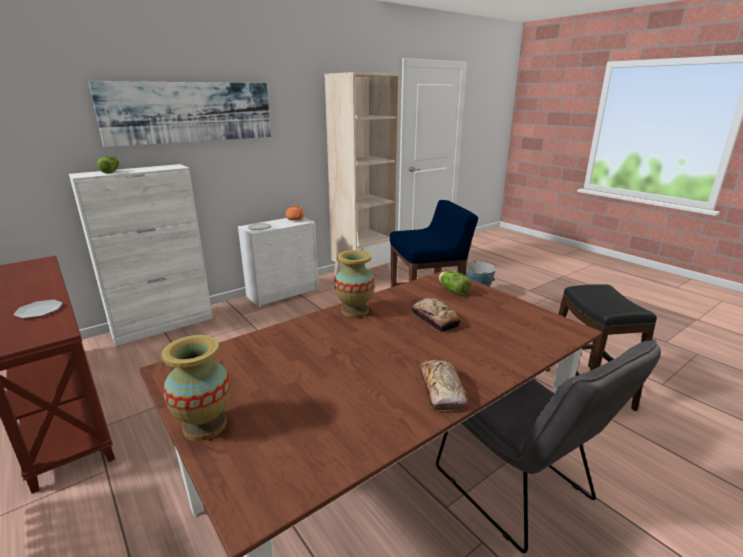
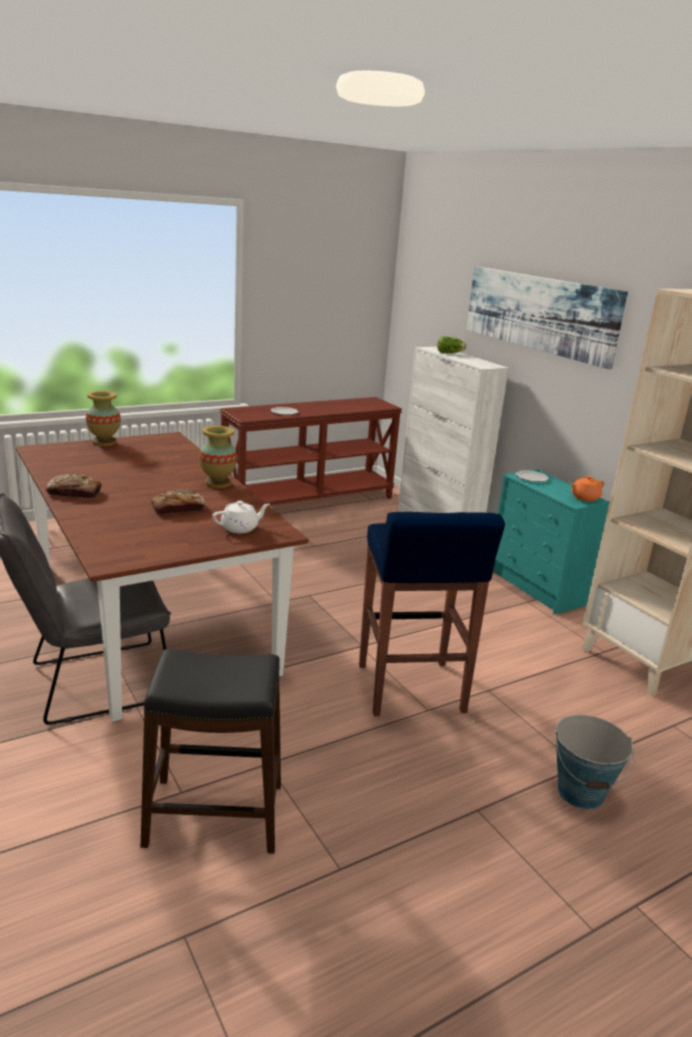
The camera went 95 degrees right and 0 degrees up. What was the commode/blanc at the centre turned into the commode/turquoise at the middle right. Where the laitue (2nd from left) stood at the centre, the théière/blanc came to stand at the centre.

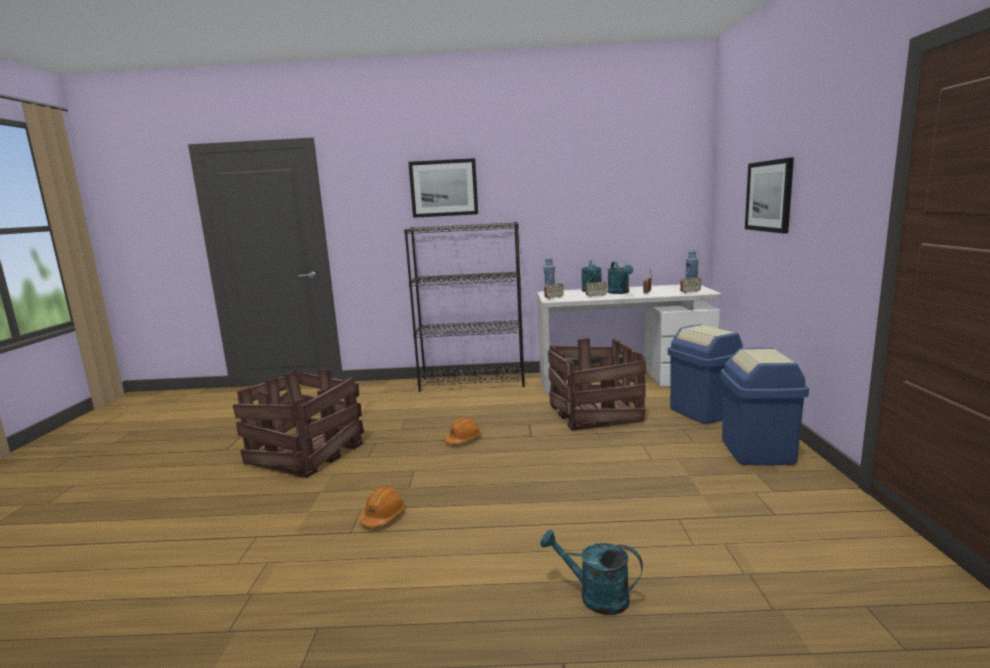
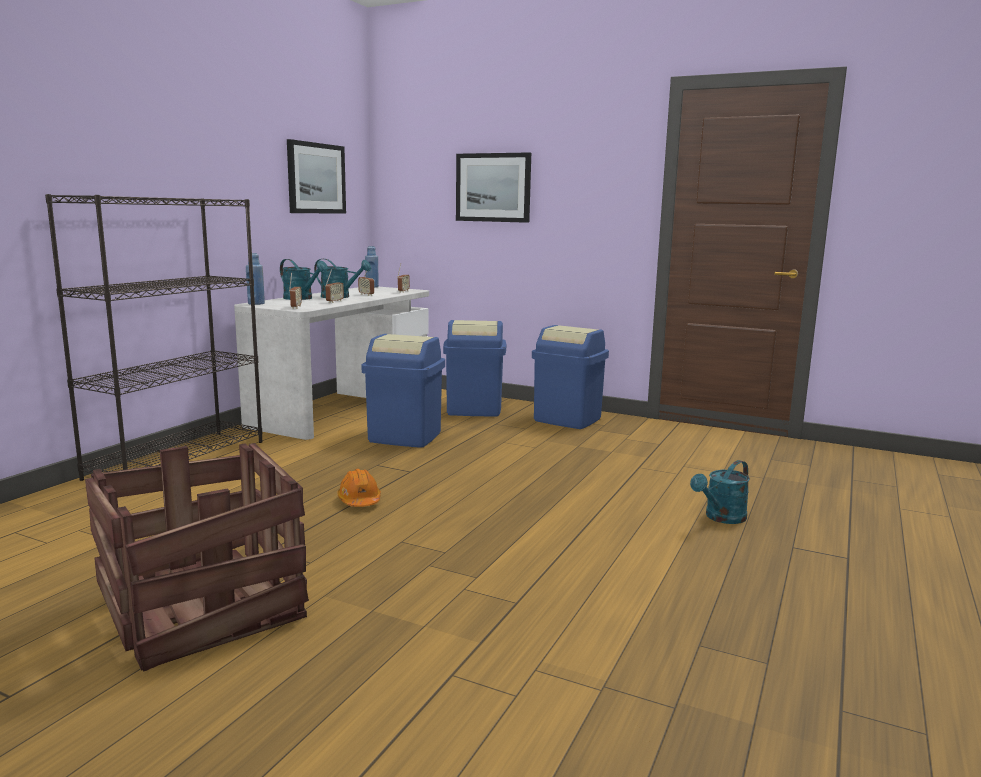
The camera went 65 degrees left and 0 degrees up. The tableau (1st from left) ended up elsewhere, having gone from the top centre to the top left. Where the caisse (2nd from left) stood at the centre, the poubelle/bleu (1st from left) came to stand at the centre. The second view lost the casque de chantier/orange (1st from left) at the bottom centre.

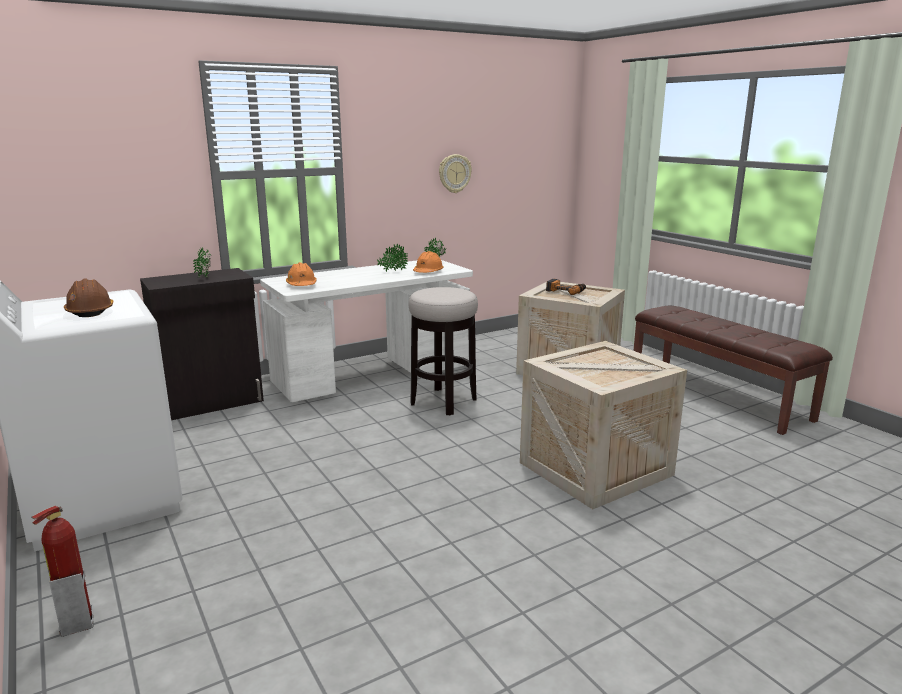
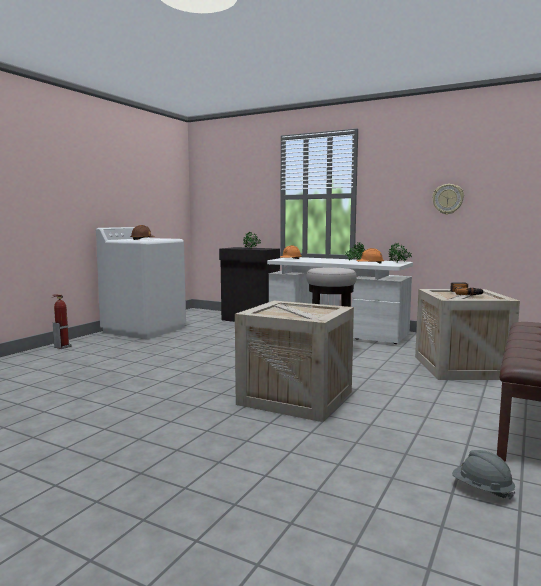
The camera went 60 degrees right and 10 degrees down. The second view gained the casque de chantier/gris at the bottom right.

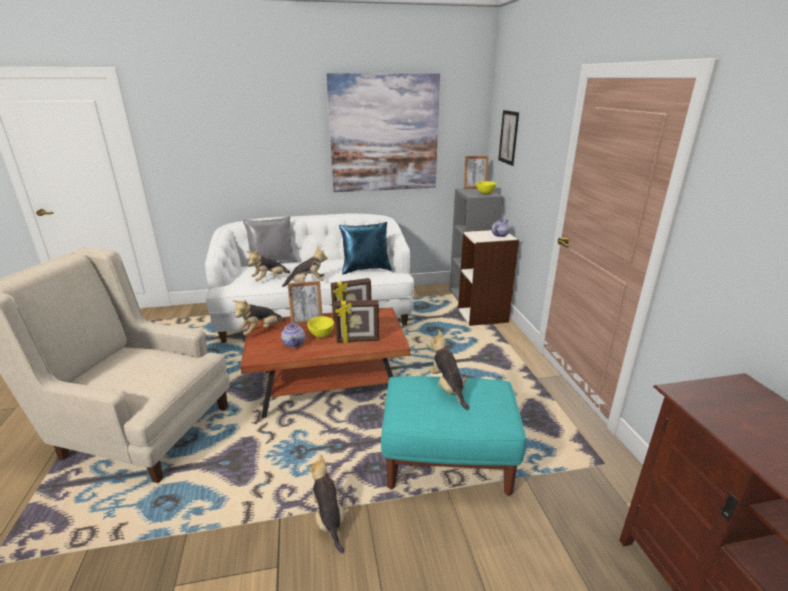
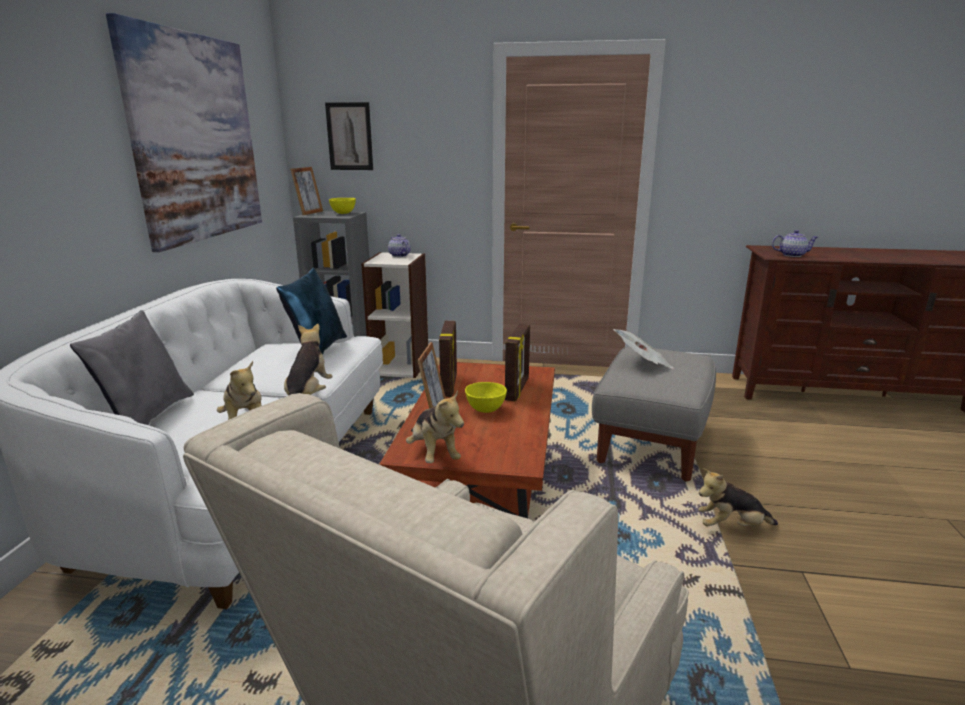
The camera went 70 degrees left and 5 degrees down. The théière (1st from left in the first image) ended up elsewhere, having gone from the centre to the middle right. Where the peluche (5th from left) stood at the centre, the journal came to stand at the middle right. What was the pouf/turquoise at the bottom centre turned into the pouf/gris at the middle right.

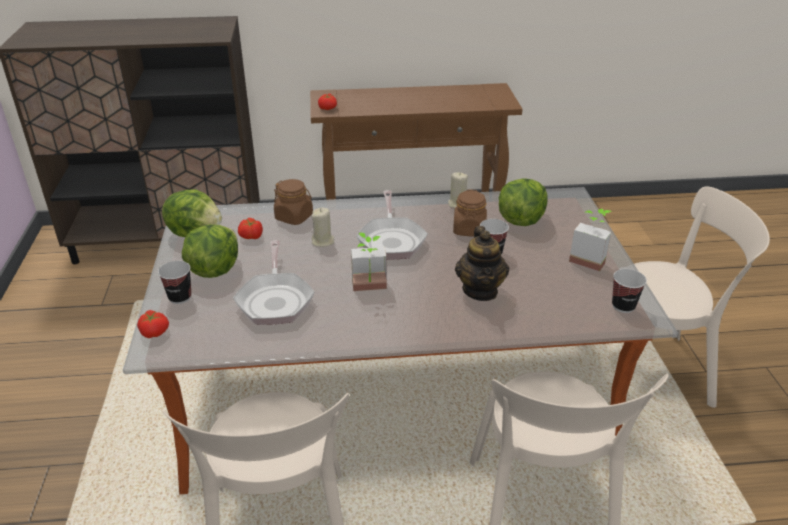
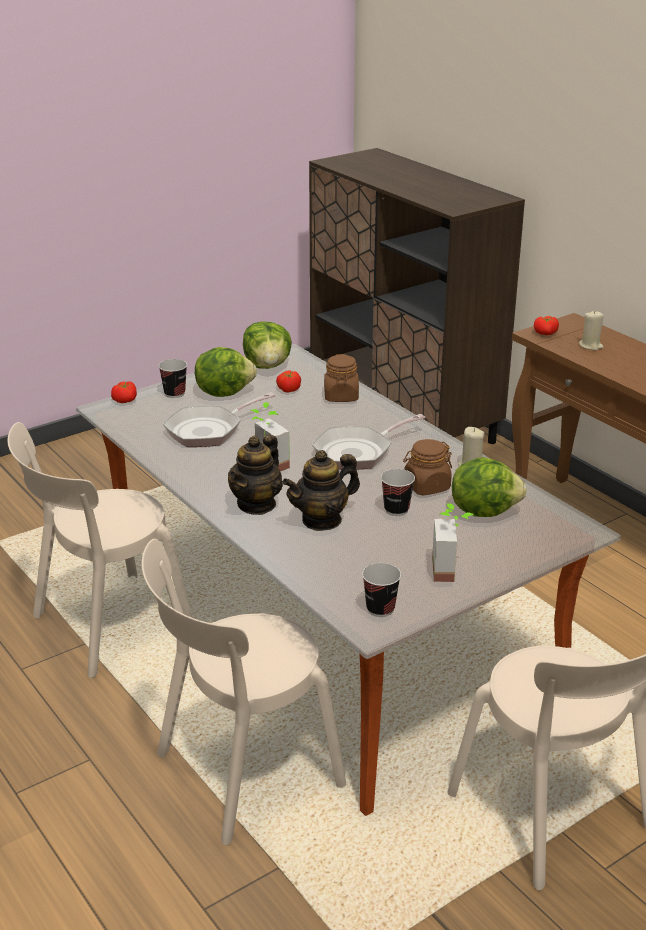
The camera went 60 degrees right and 5 degrees down. The bougie/beige (1st from left in the first image) ended up elsewhere, having gone from the centre to the middle right. The second view gained the théière (1st from left) at the centre.

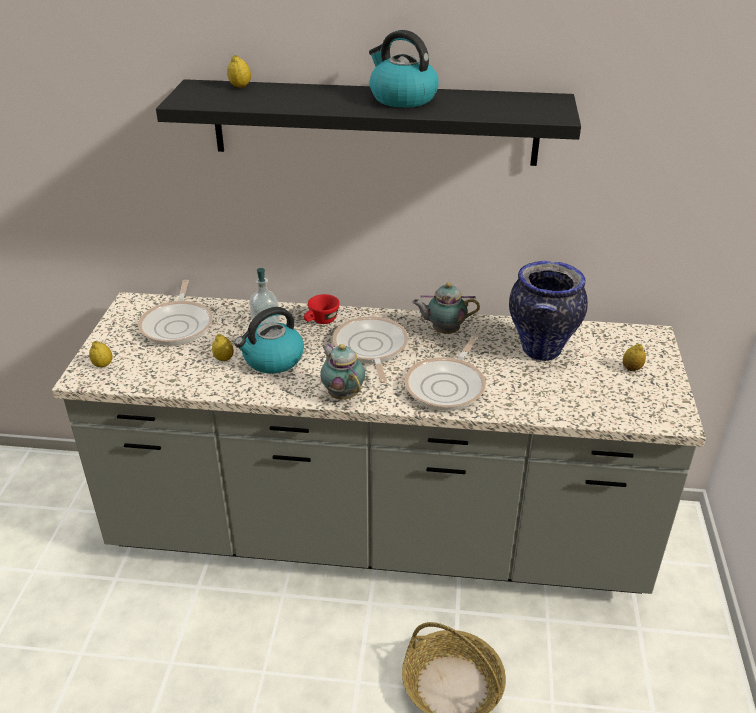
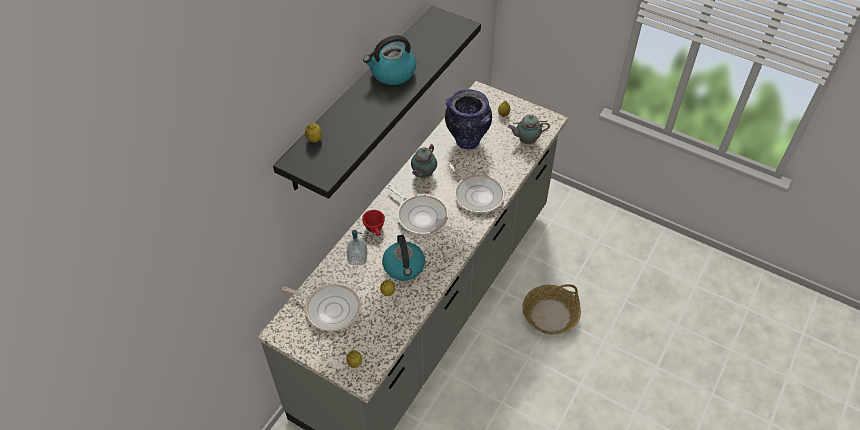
The camera went 65 degrees left and 15 degrees up. The poêle (2nd from left) at the centre ended up facing another way, 150 degrees counterclockwise from before. The théière (1st from left in the first image) ended up elsewhere, having gone from the centre to the top centre.

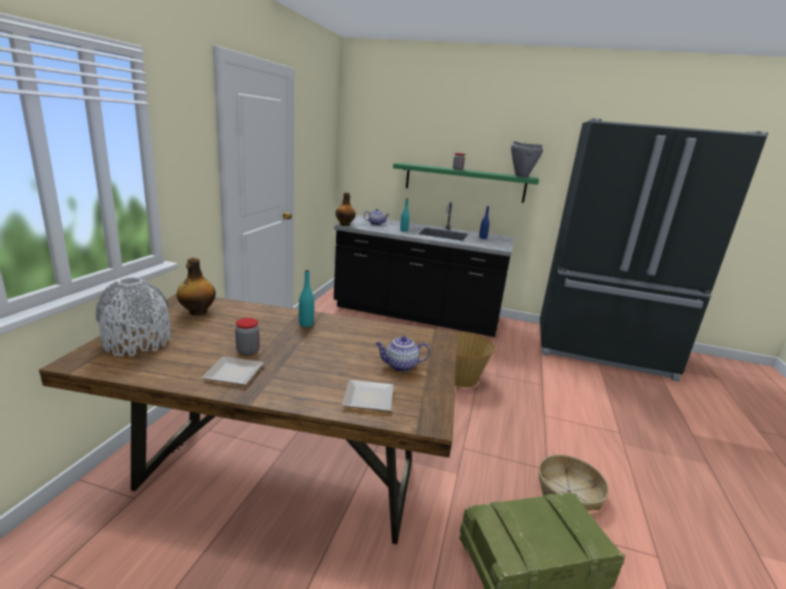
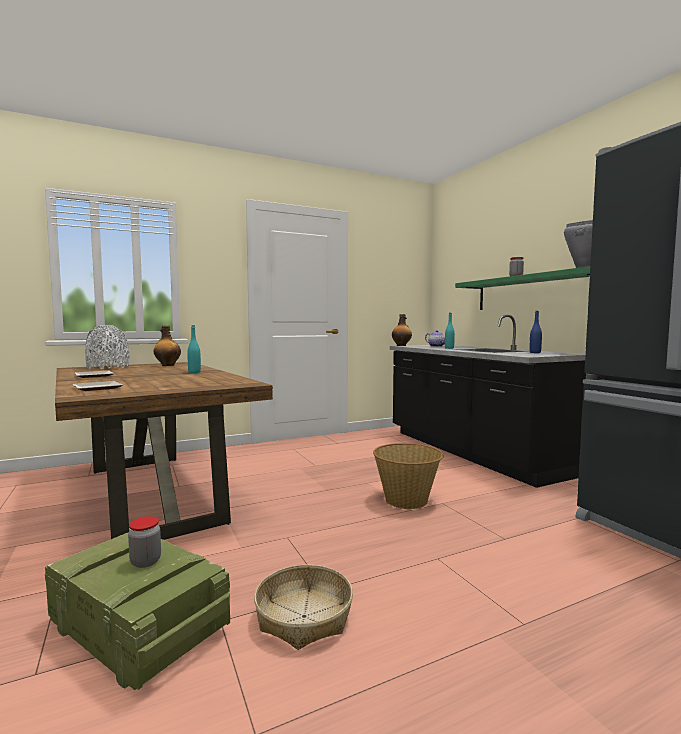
The camera went 50 degrees right and 15 degrees down. The bocal (1st from left) ended up elsewhere, having gone from the middle left to the bottom left. The second view lost the théière (2nd from left) at the centre.

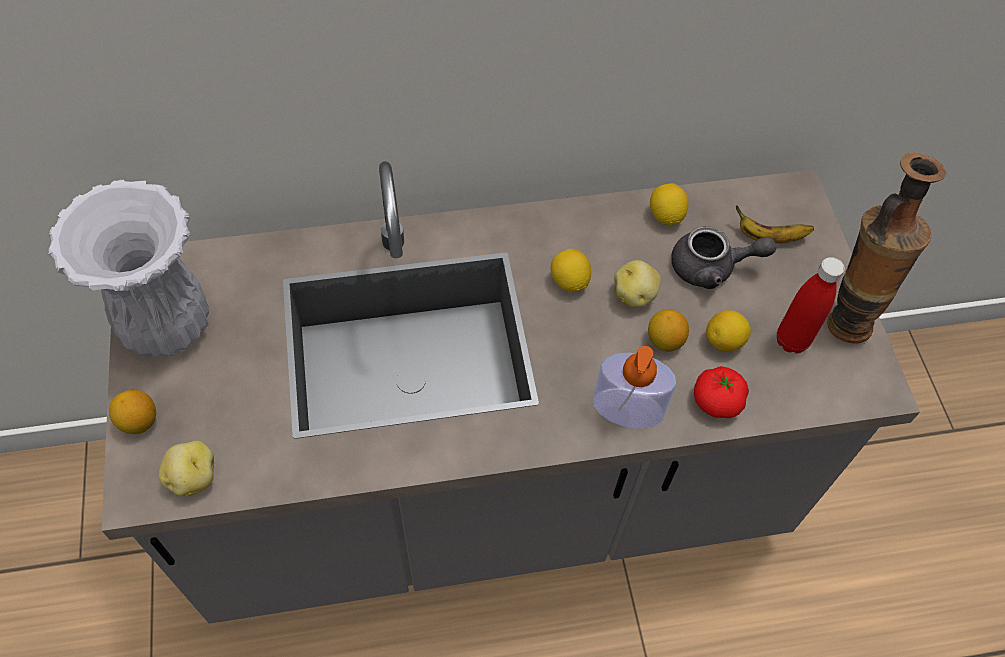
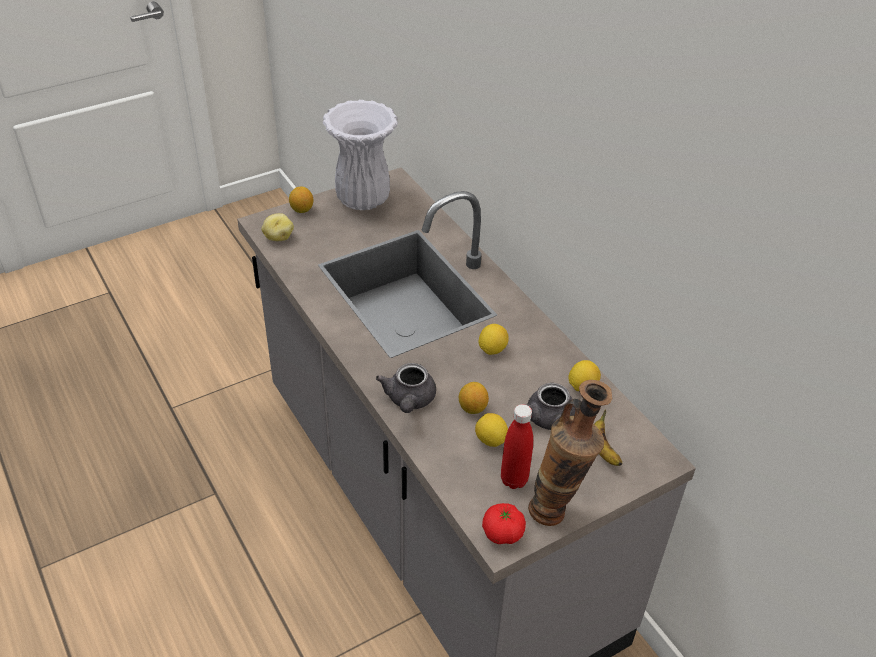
The camera went 70 degrees right and 15 degrees down. The second view lost the pomme de terre (2nd from left) at the centre. Where the distributeur de savon stood at the centre, the théière/gris (1st from left) came to stand at the centre. The tomate ended up elsewhere, having gone from the middle right to the bottom centre.

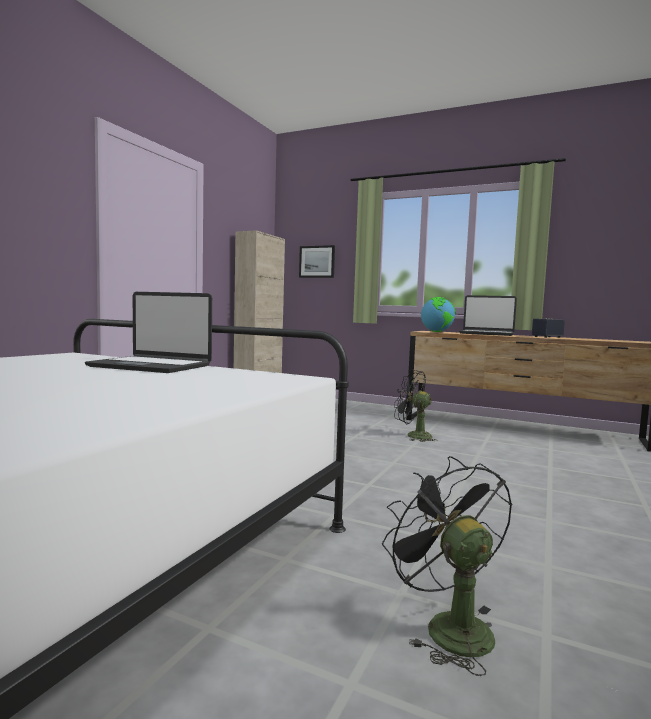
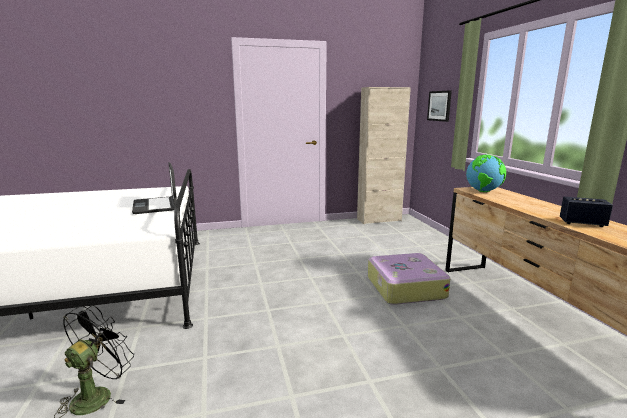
The camera went 50 degrees right and 10 degrees up. The second view lost the ordinateur portable (2nd from left) at the middle right. Where the ventilateur/noir (1st from left) stood at the centre, the valise came to stand at the bottom centre.

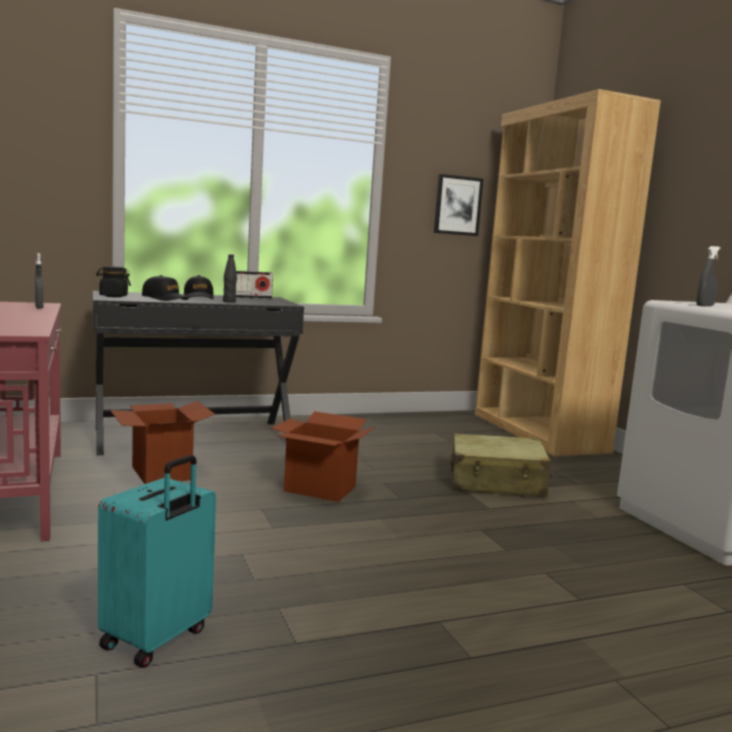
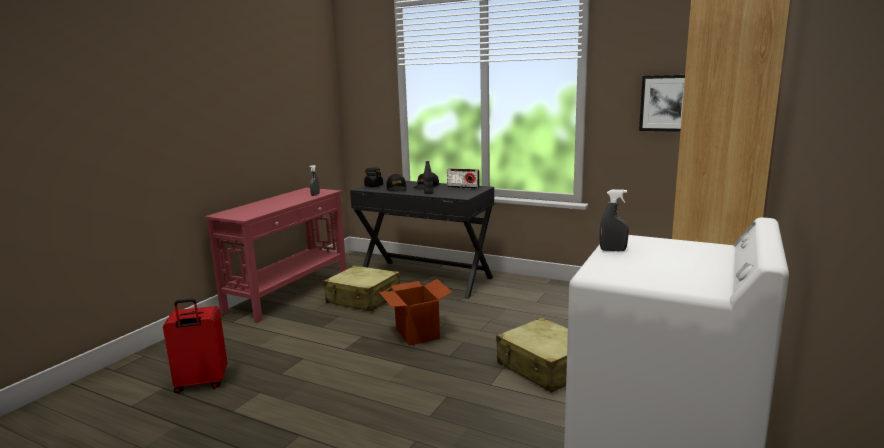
The camera went 50 degrees right and 5 degrees up. Where the carton (1st from left) stood at the middle left, the valise/beige (1st from left) came to stand at the centre. What was the valise/turquoise at the bottom left turned into the valise/rouge at the bottom left.

